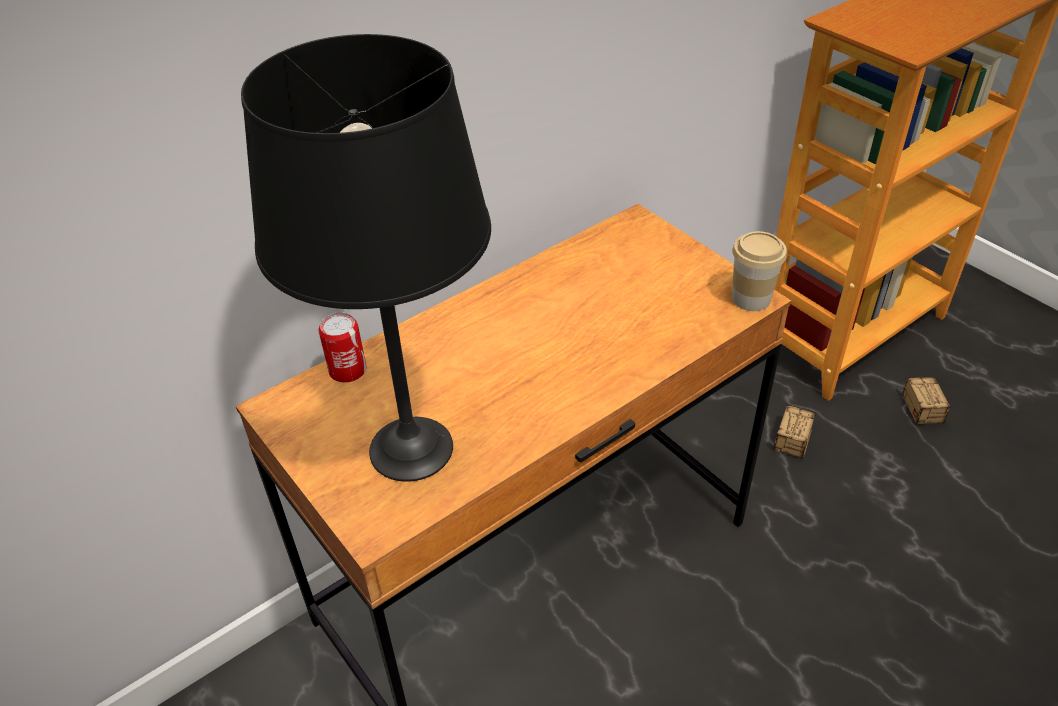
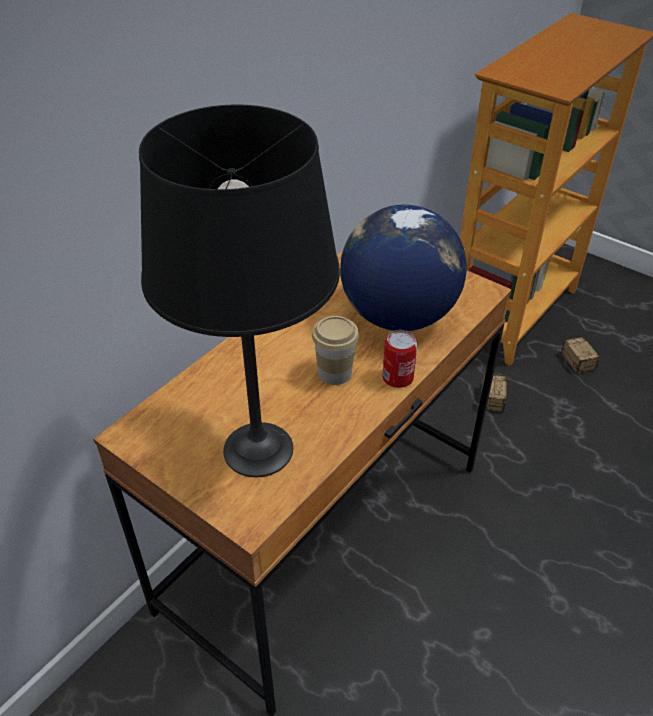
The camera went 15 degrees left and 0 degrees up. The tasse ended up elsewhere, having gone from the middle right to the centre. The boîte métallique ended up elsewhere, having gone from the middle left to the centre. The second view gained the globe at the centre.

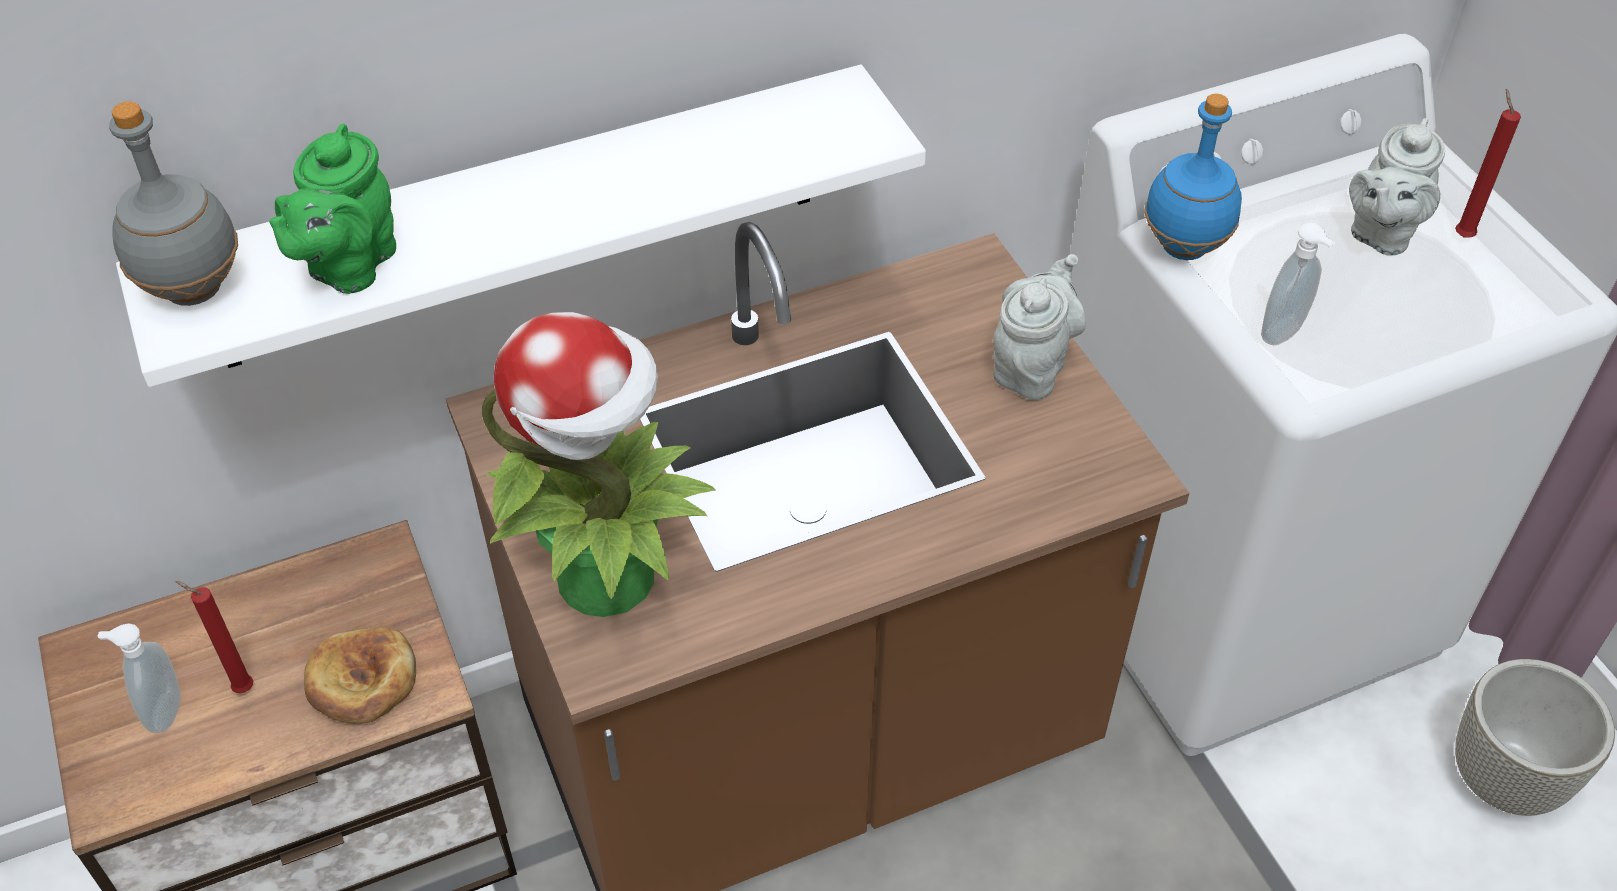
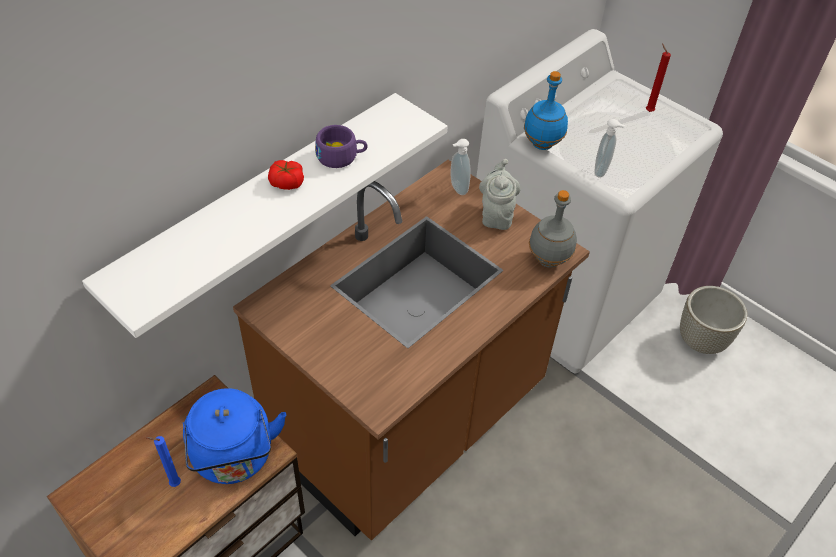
The camera went 25 degrees left and 0 degrees up. The bouteille/gris ended up elsewhere, having gone from the top left to the centre. The second view lost the théière/gris (2nd from left) at the top right. The second view lost the théière/vert at the top left. The second view lost the plante en pot at the centre. What was the bougie/rouge (1st from left) at the bottom left turned into the bougie/bleu at the bottom left. The distributeur de savon (1st from left) ended up elsewhere, having gone from the bottom left to the top centre. Where the pain stood at the bottom left, the bouilloire/bleu came to stand at the bottom left. The second view gained the tasse/violet at the top centre. The second view gained the tomate at the top centre.

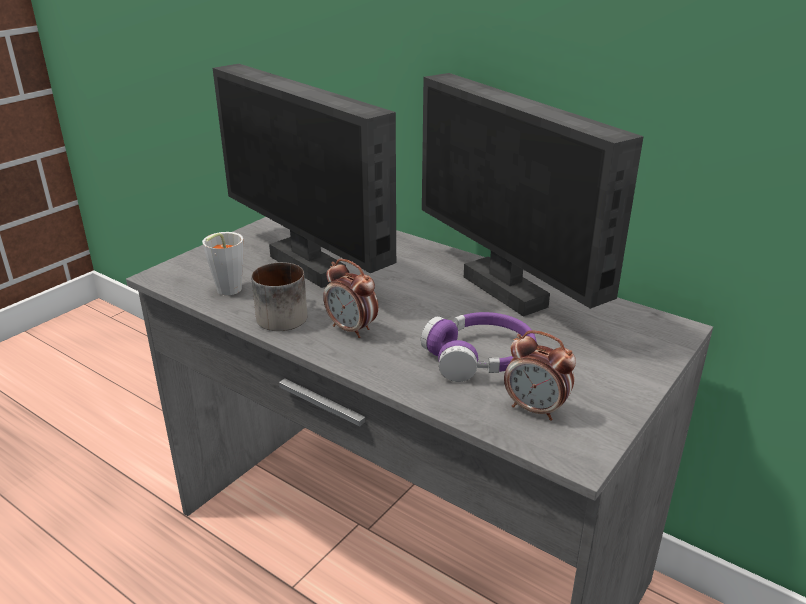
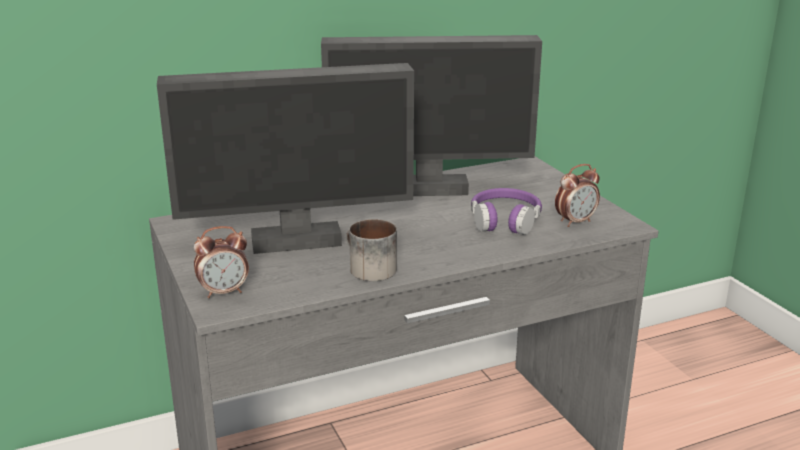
The camera went 60 degrees left and 5 degrees down. The second view lost the tasse/gris at the middle left. The réveil (1st from left) ended up elsewhere, having gone from the centre to the middle left.

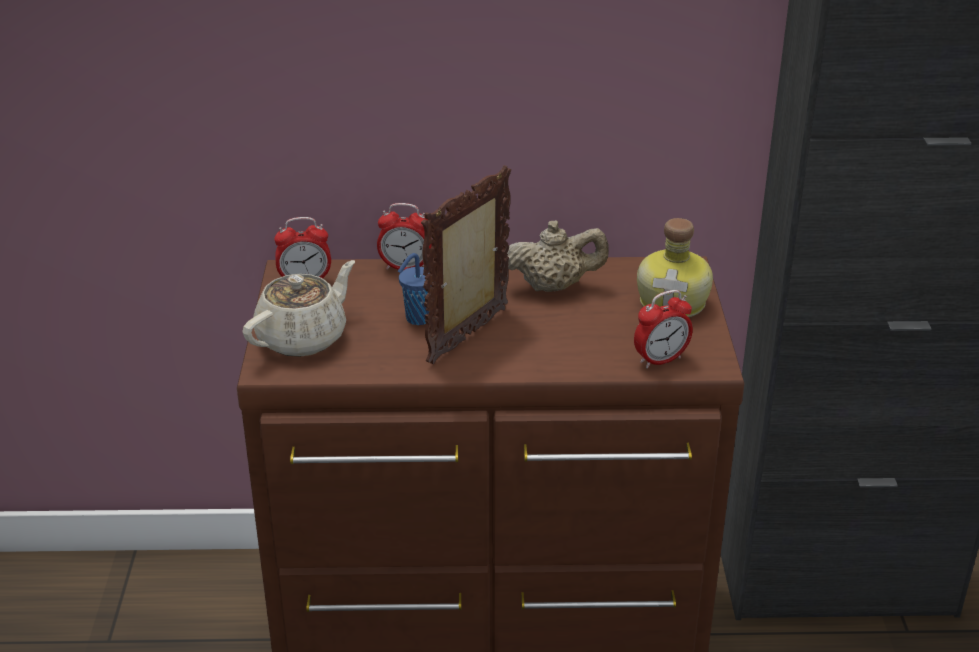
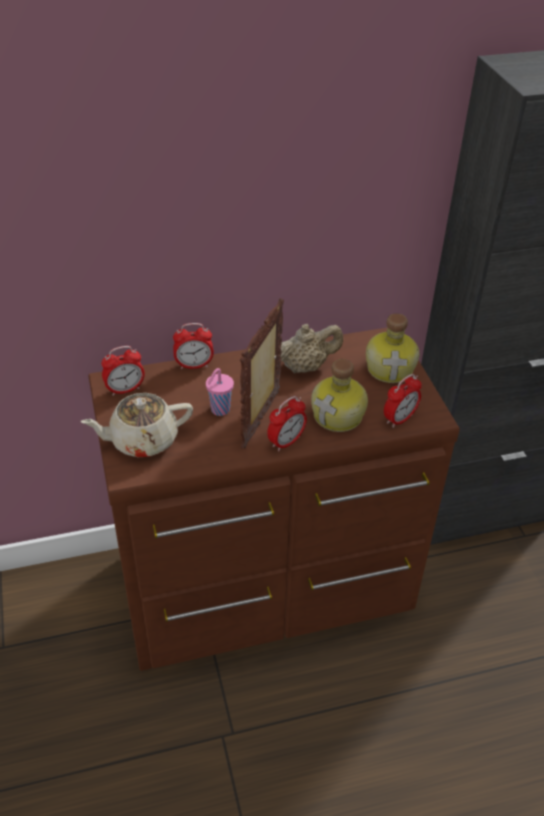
The camera went 15 degrees left and 10 degrees up. What was the tasse/bleu at the centre turned into the tasse/rose at the centre. The théière/beige (1st from left) at the middle left ended up facing another way, 135 degrees counterclockwise from before. The second view gained the bouteille (1st from left) at the centre. The second view gained the réveil (3rd from left) at the centre.

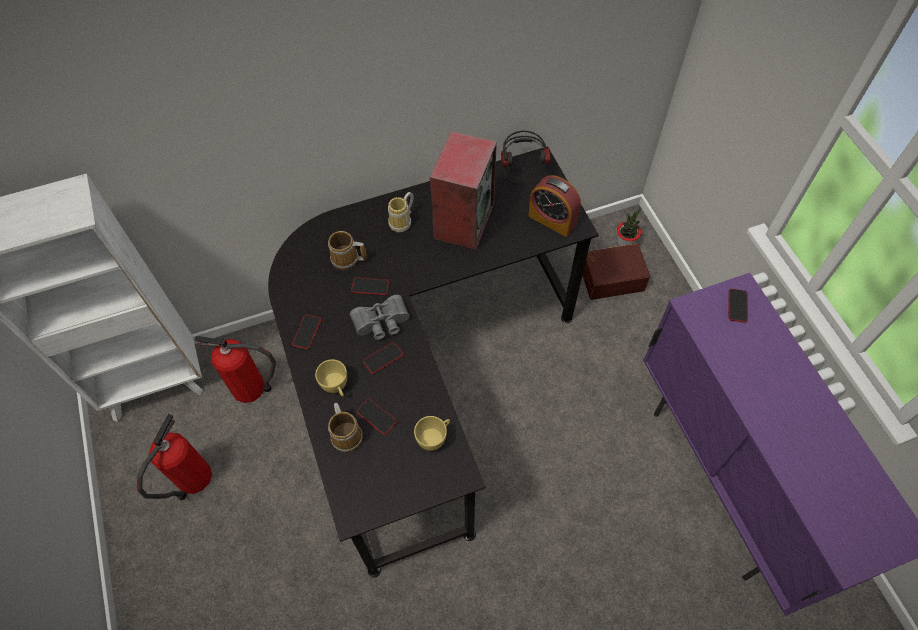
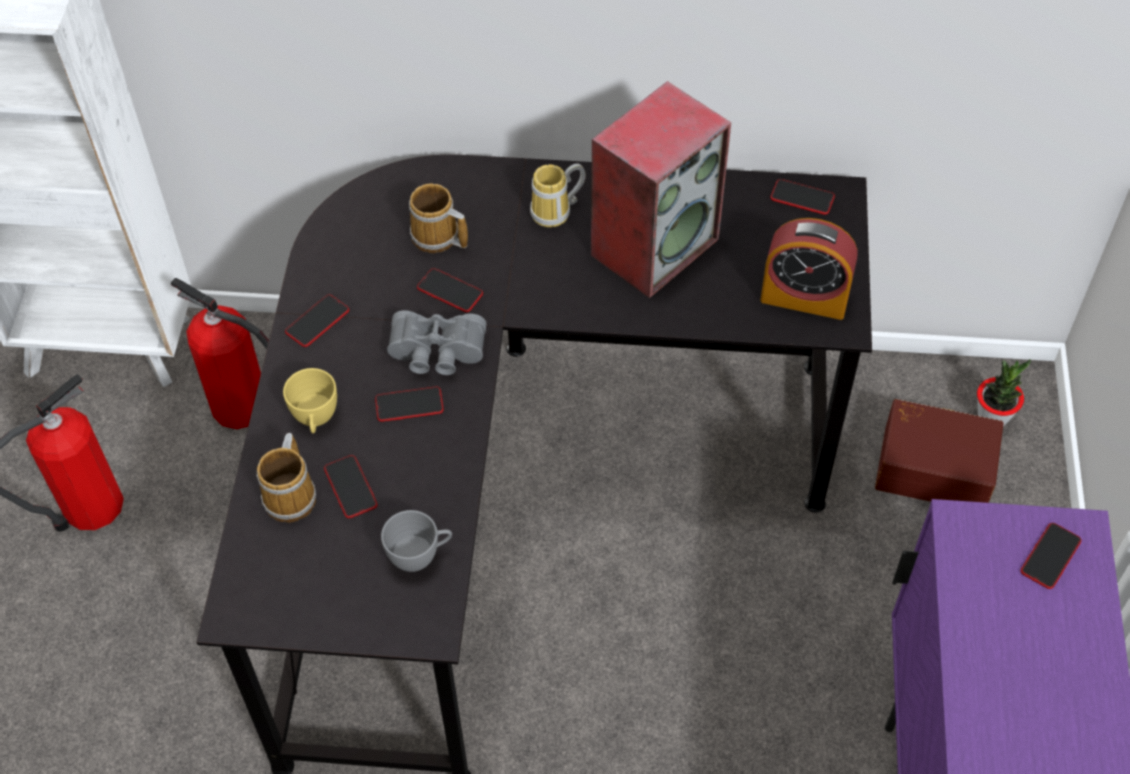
The camera went 25 degrees right and 5 degrees down. Where the casque audio stood at the top centre, the téléphone (5th from left) came to stand at the top right. The réveil at the top centre ended up facing another way, 45 degrees counterclockwise from before. What was the tasse/jaune (2nd from left) at the bottom centre turned into the tasse/gris at the bottom centre.

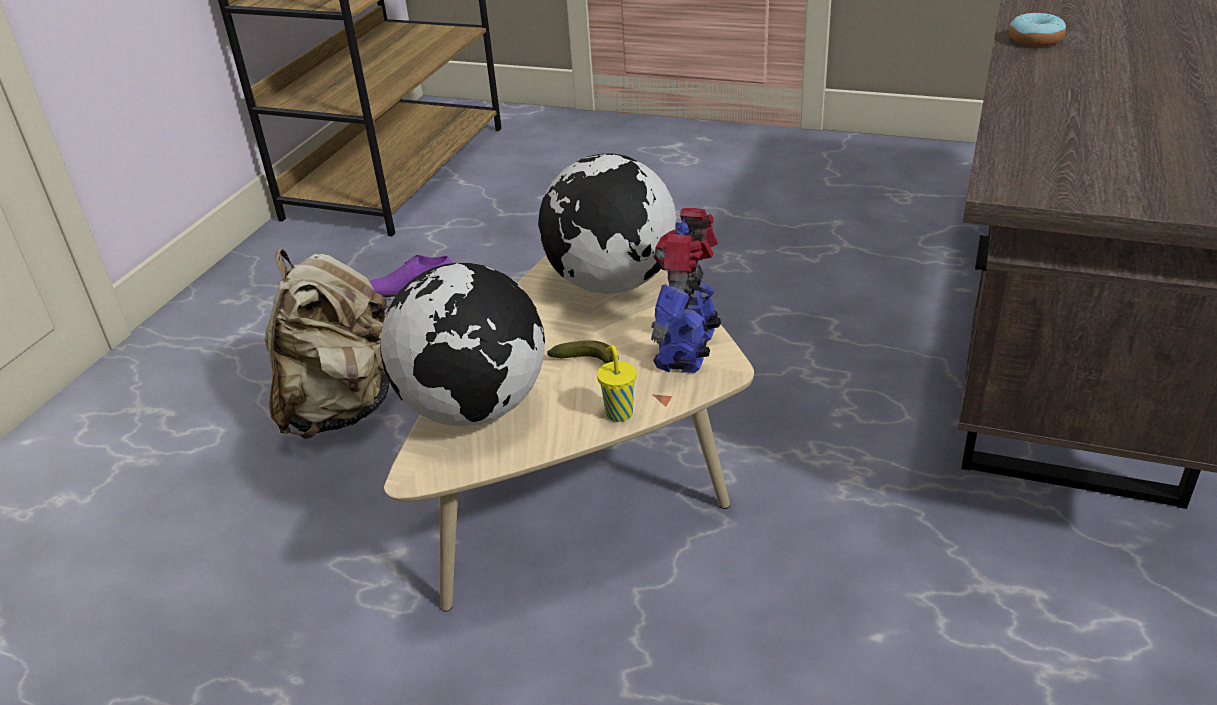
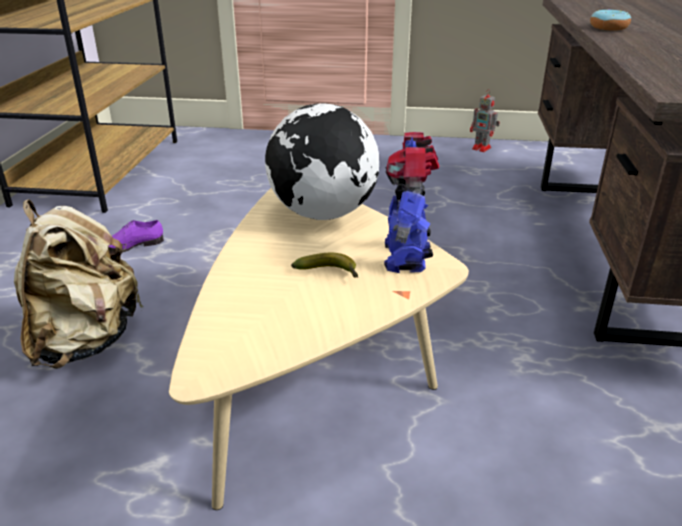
The camera went 15 degrees left and 5 degrees down. The second view lost the globe (1st from left) at the centre. The second view lost the tasse/jaune at the centre. The second view gained the robot jouet (2nd from left) at the top right.

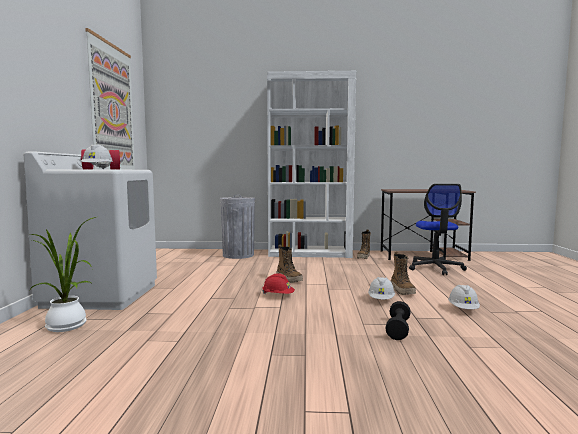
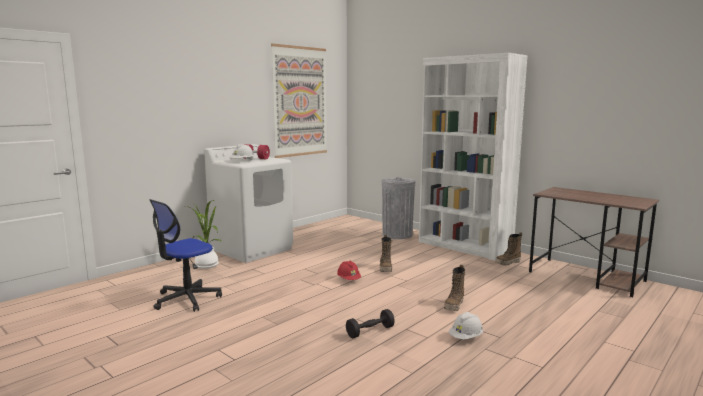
The camera went 40 degrees right and 5 degrees up. The chaise de bureau ended up elsewhere, having gone from the middle right to the middle left. The second view lost the casque de chantier/blanc (2nd from left) at the centre.

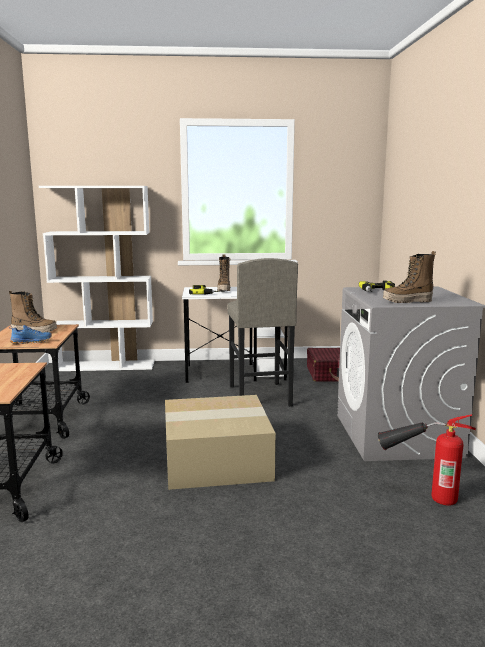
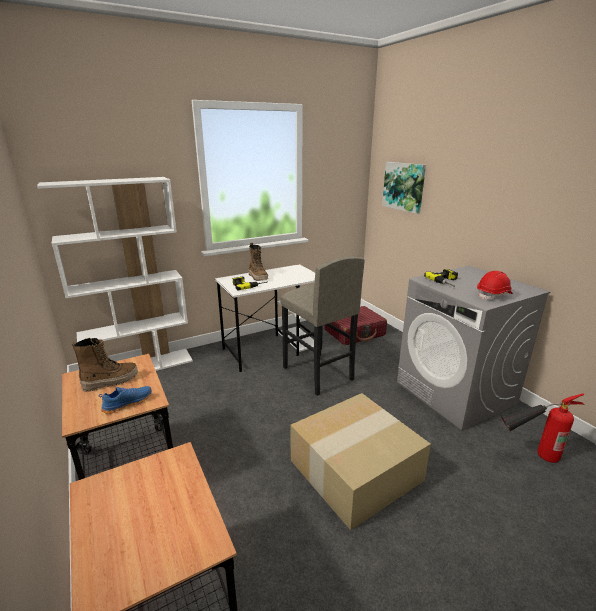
The camera went 25 degrees left and 10 degrees up. Where the botte (3rd from left) stood at the middle right, the casque de chantier/rouge came to stand at the middle right. The second view gained the tableau at the top right.

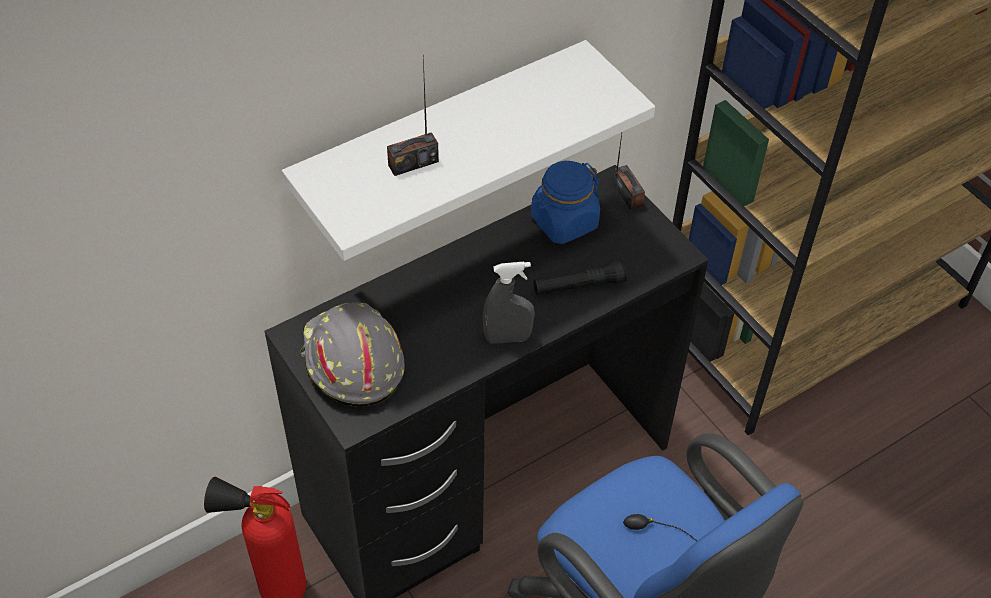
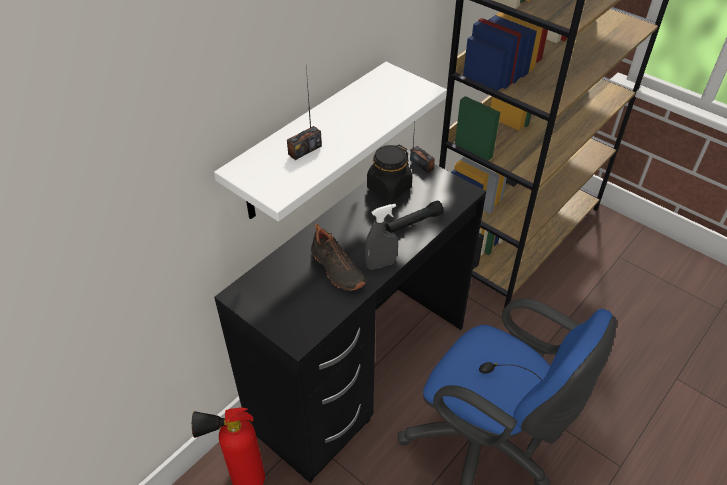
The camera went 15 degrees left and 5 degrees down. What was the bocal/bleu at the centre turned into the bocal/noir at the centre. The second view lost the casque de chantier/gris at the centre. The second view gained the chaussure/noir at the centre.

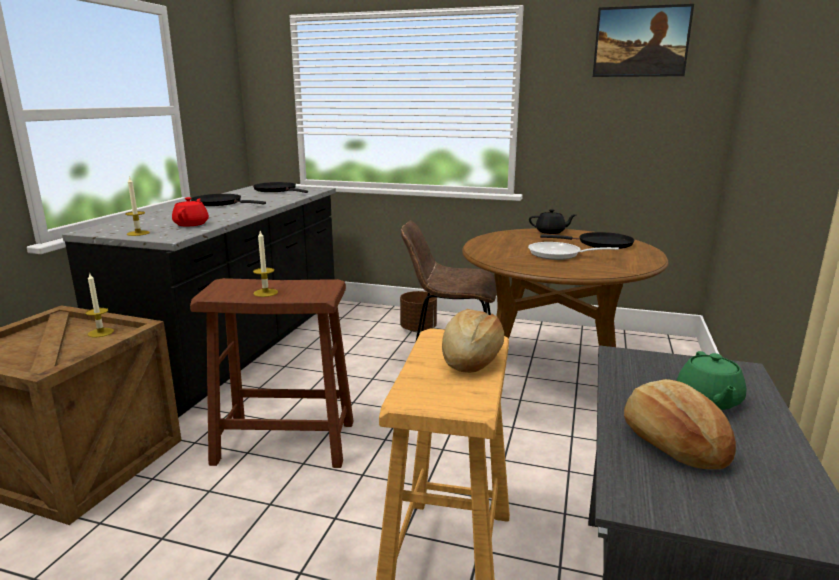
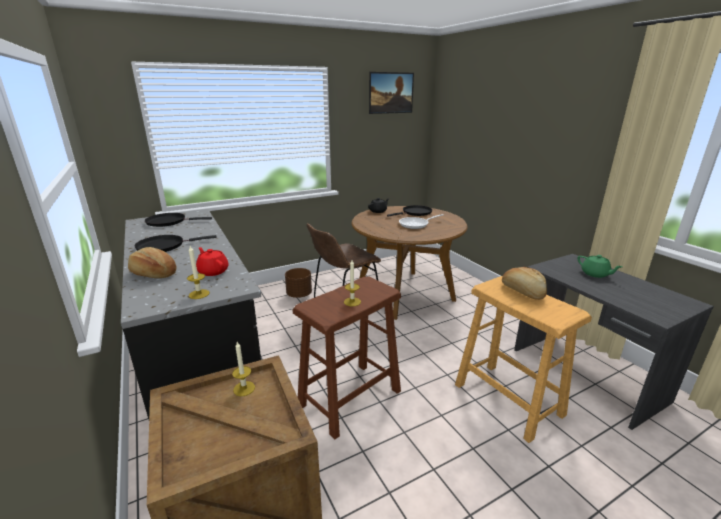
The camera went 45 degrees left and 5 degrees up. The pain (2nd from left in the first image) ended up elsewhere, having gone from the bottom right to the middle left.

